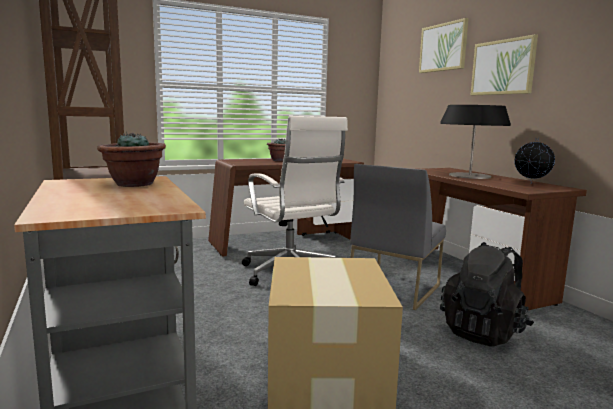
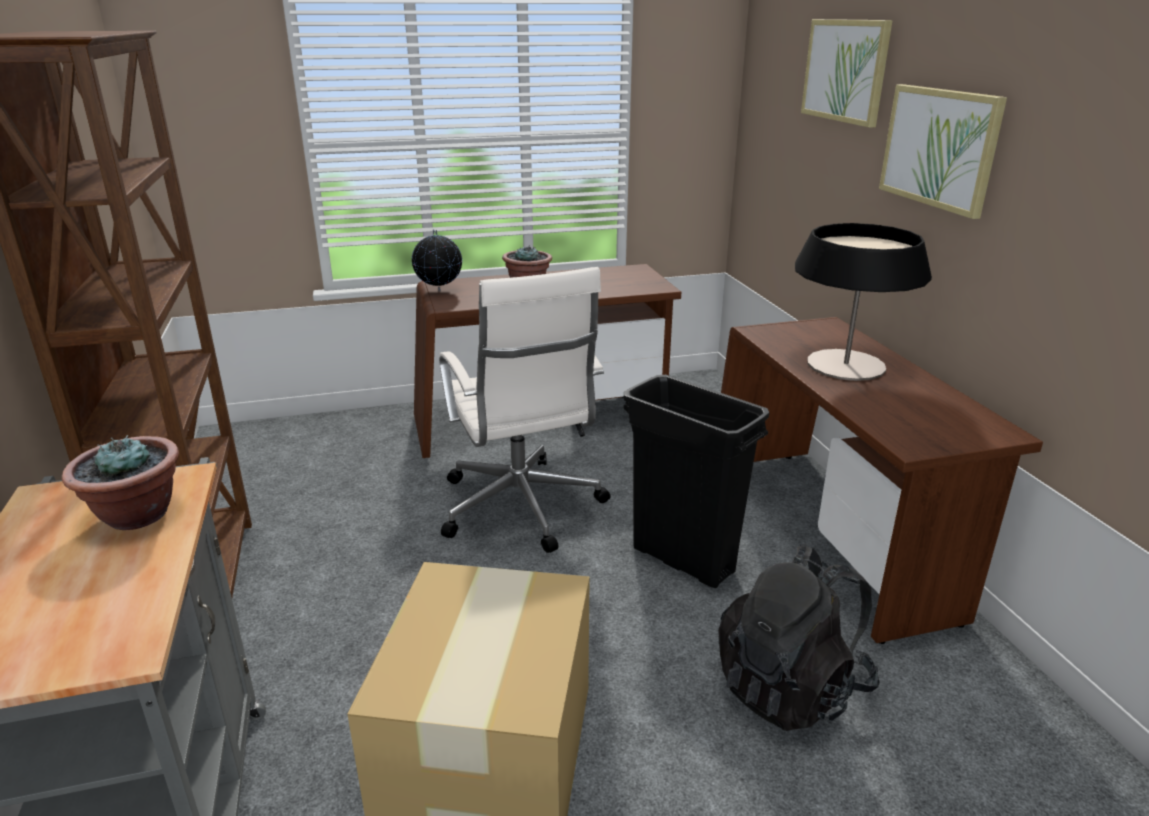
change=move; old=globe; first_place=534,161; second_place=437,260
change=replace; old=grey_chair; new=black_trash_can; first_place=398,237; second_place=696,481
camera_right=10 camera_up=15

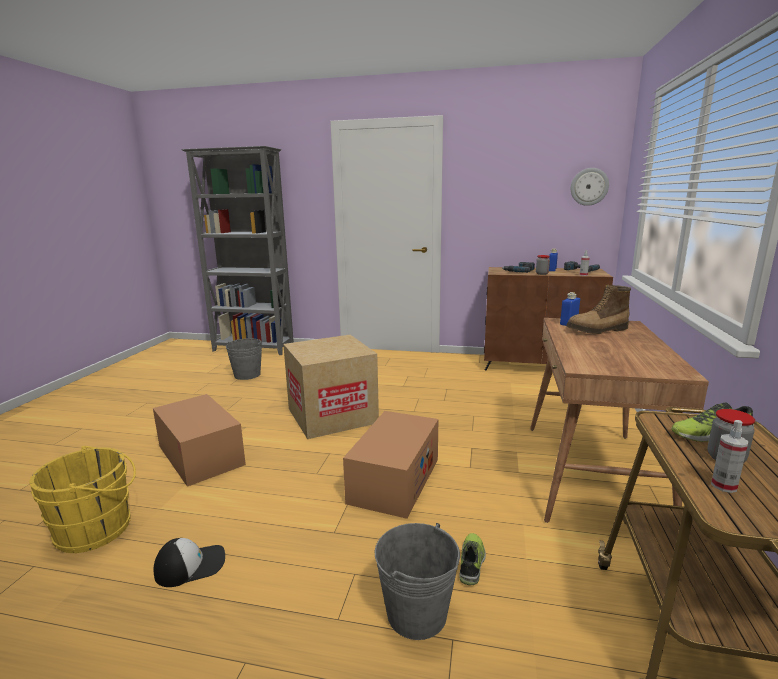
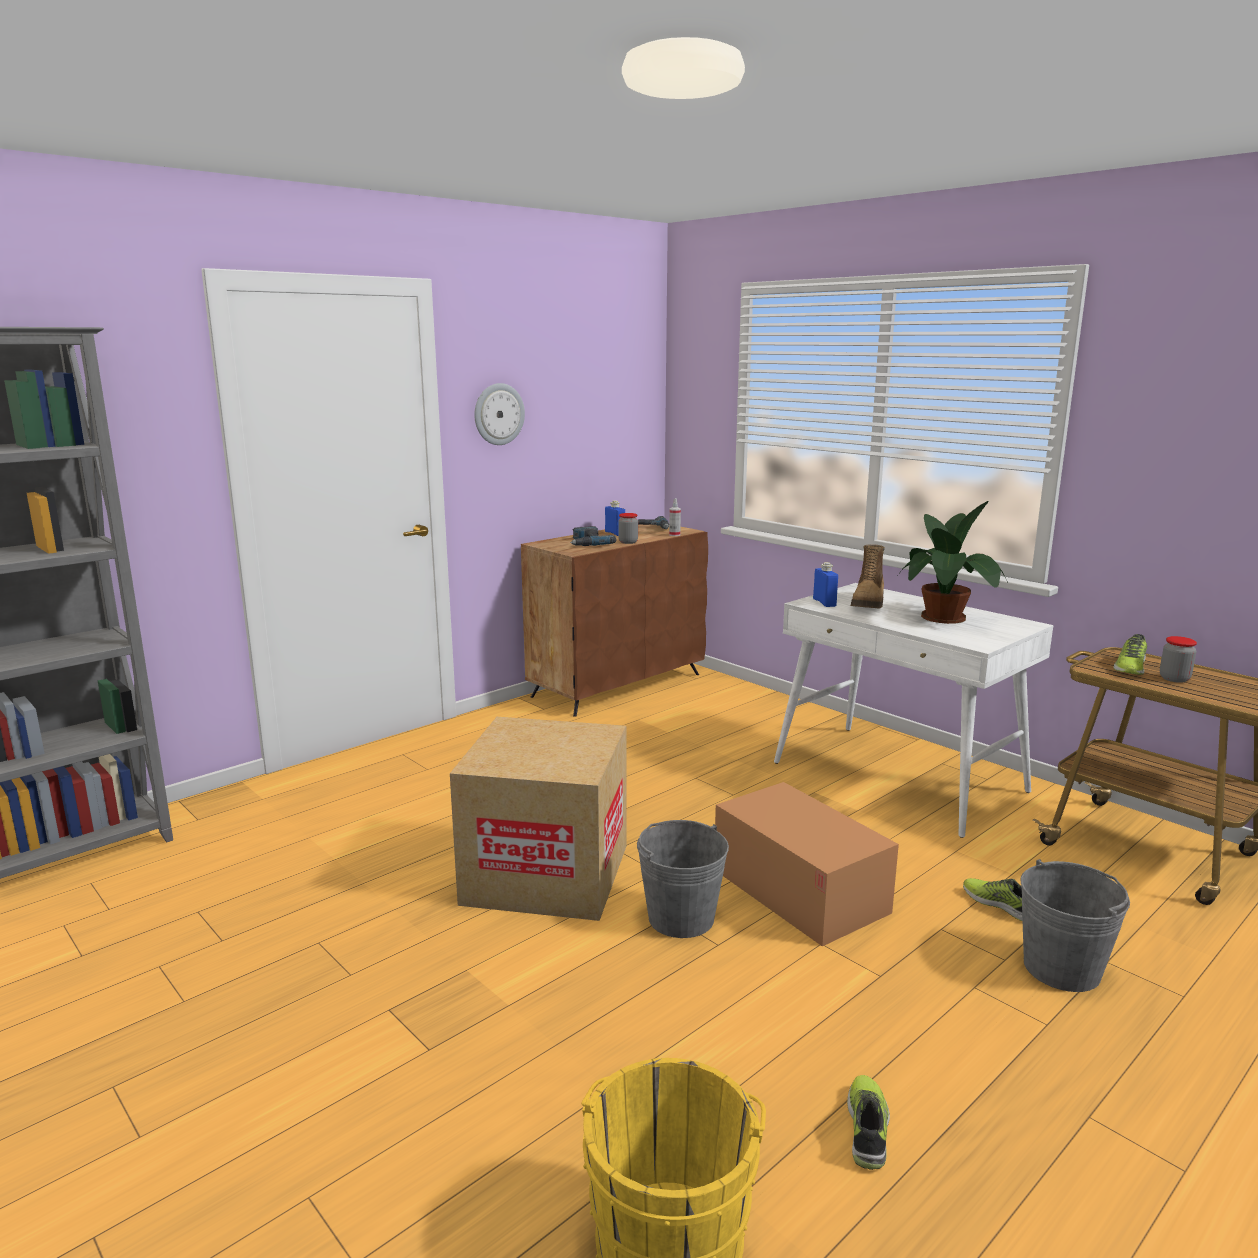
change=delete; old=cardboard_box; first_place=199,440
change=delete; old=spray_bottle; first_place=729,456
change=insert; new=potted_plant; second_place=953,562
change=move; old=grey_bucket; first_place=244,359; second_place=683,879
change=move; old=wall_clock; first_place=590,187; second_place=499,414
change=replace; old=cap; new=shoe; first_place=189,562; second_place=868,1122
change=recolor; old=brown_desk; new=white_desk; first_place=619,420; second_place=914,710
camera_right=-55 camera_up=0

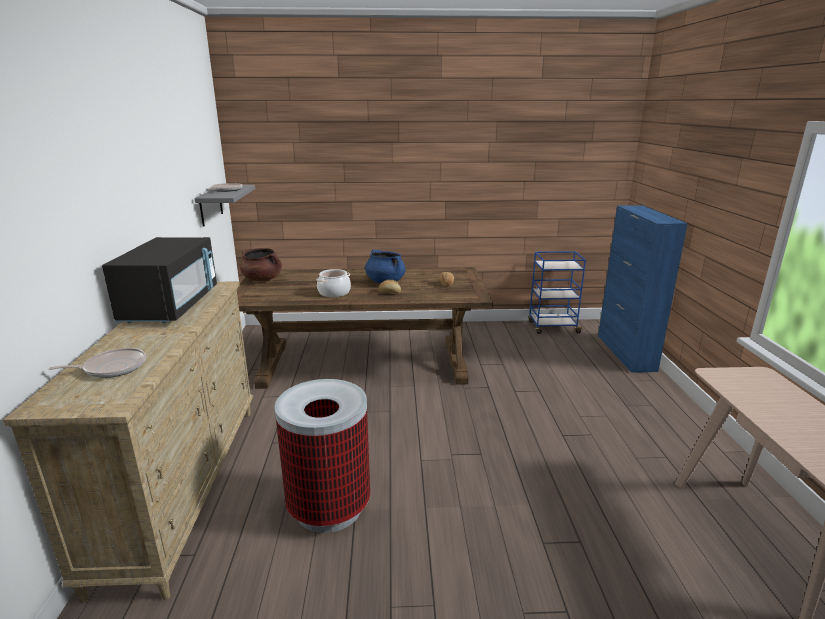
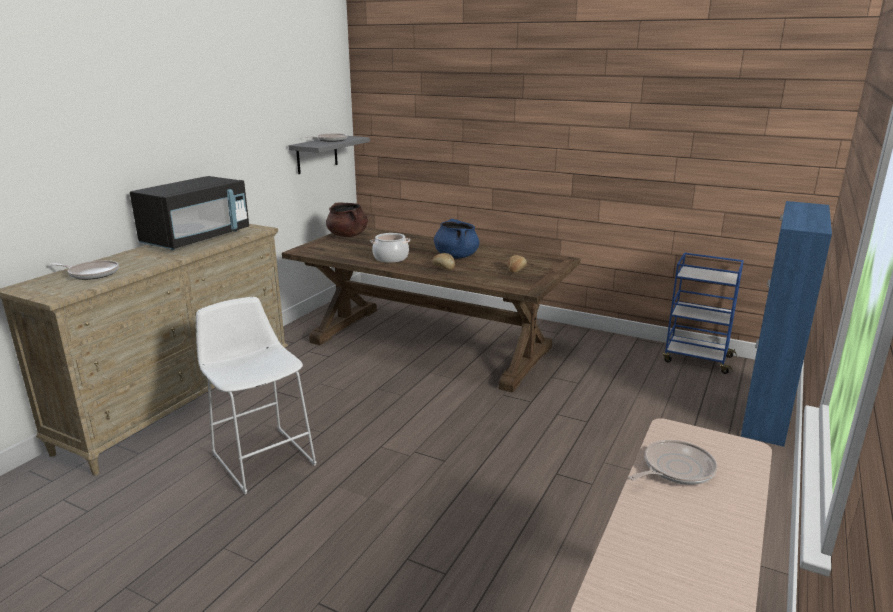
change=insert; new=frying_pan; second_place=673,462
change=replace; old=trash_can; new=white_stool; first_place=322,456; second_place=256,395
camera_right=30 camera_up=0

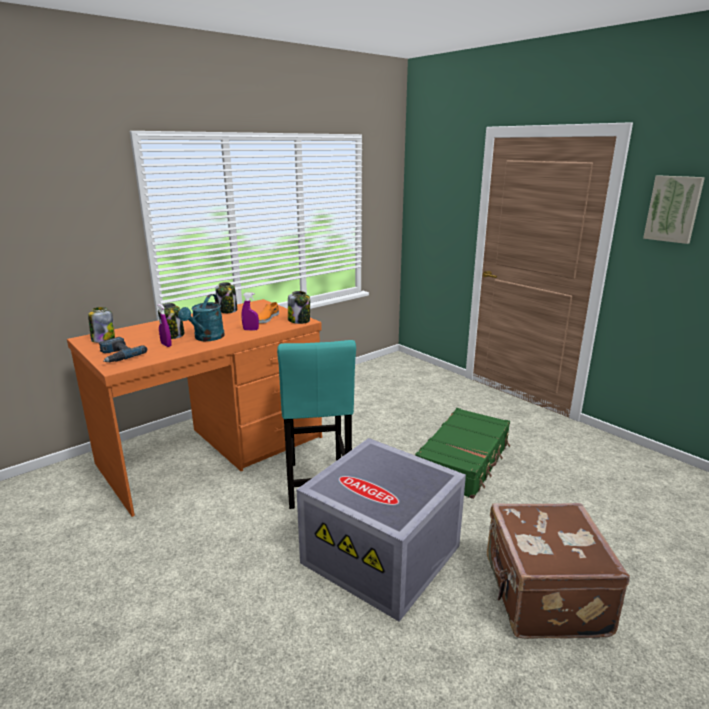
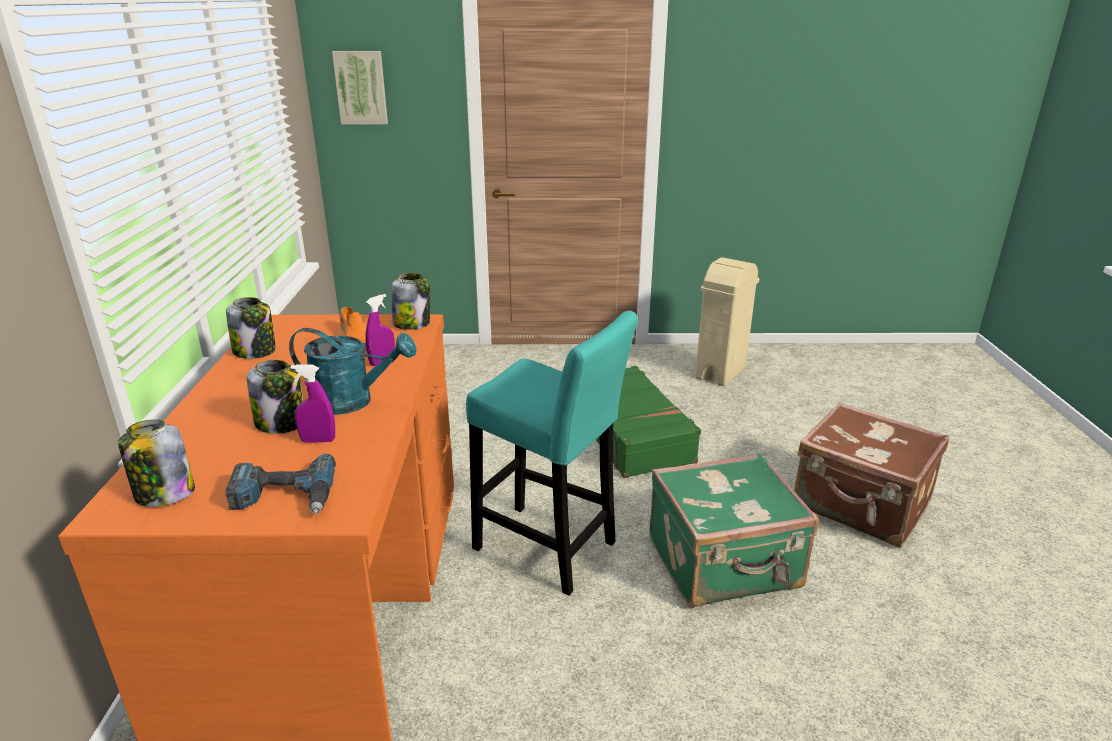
change=insert; new=beige_trash_can; second_place=727,321
change=move; old=picture; first_place=674,209; second_place=360,88
change=replace; old=grey_storage_box; new=green_suitcase; first_place=381,530; second_place=734,530
change=rotate; old=turquoise_watering_can; first_place=201,317; second_place=352,371; degrees=-45
camera_right=-50 camera_up=5

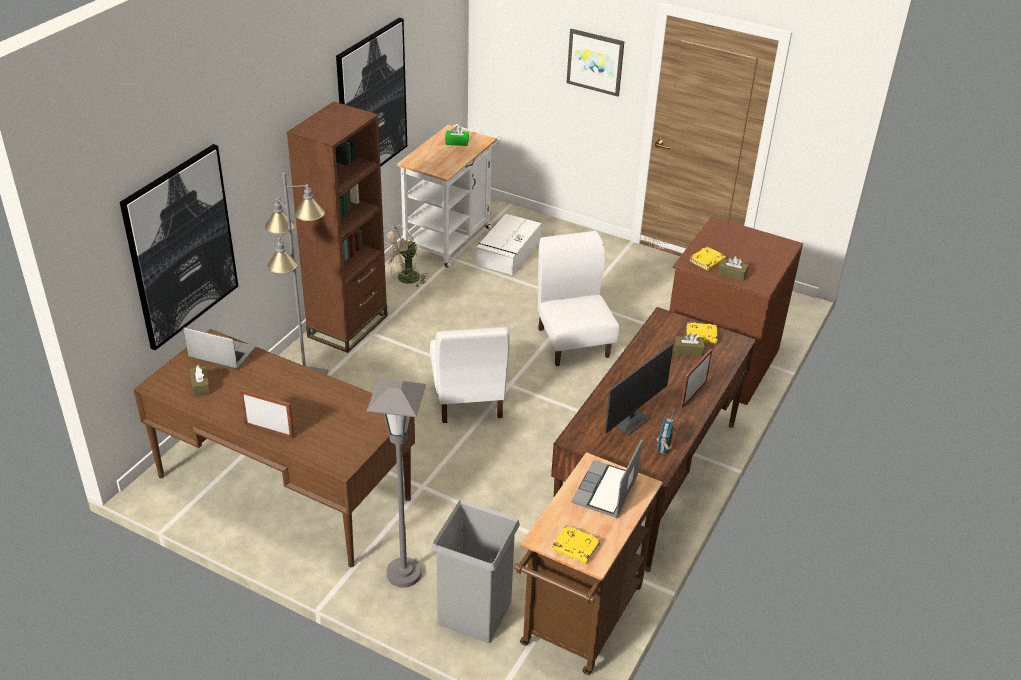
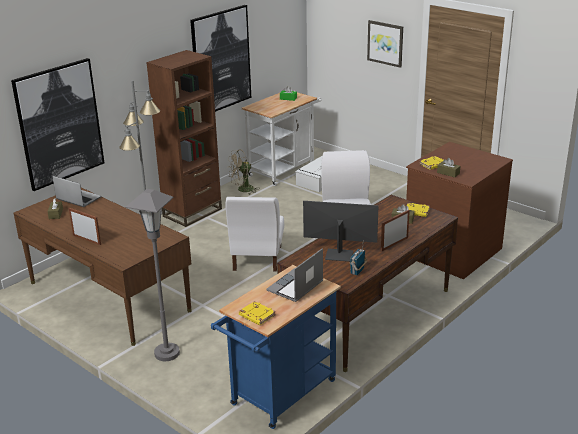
change=delete; old=grey_trash_can; first_place=475,571
change=recolor; old=brown_cart; new=blue_cart; first_place=588,563; second_place=276,347
change=rotate; old=monitor; first_place=639,389; second_place=341,231; degrees=-135
camera_right=15 camera_up=-10

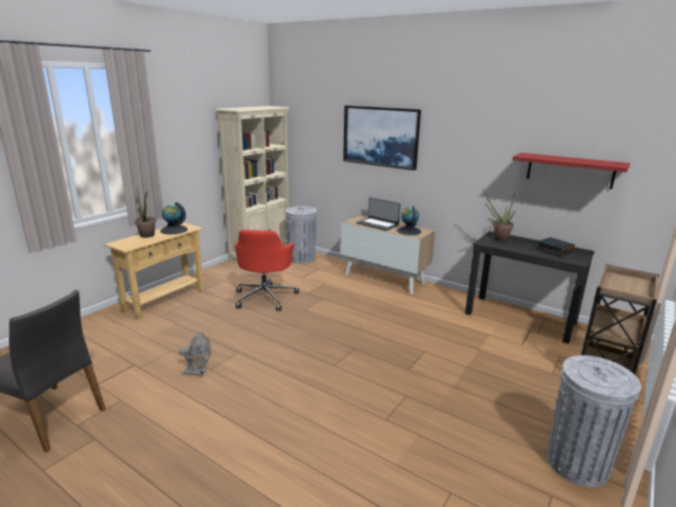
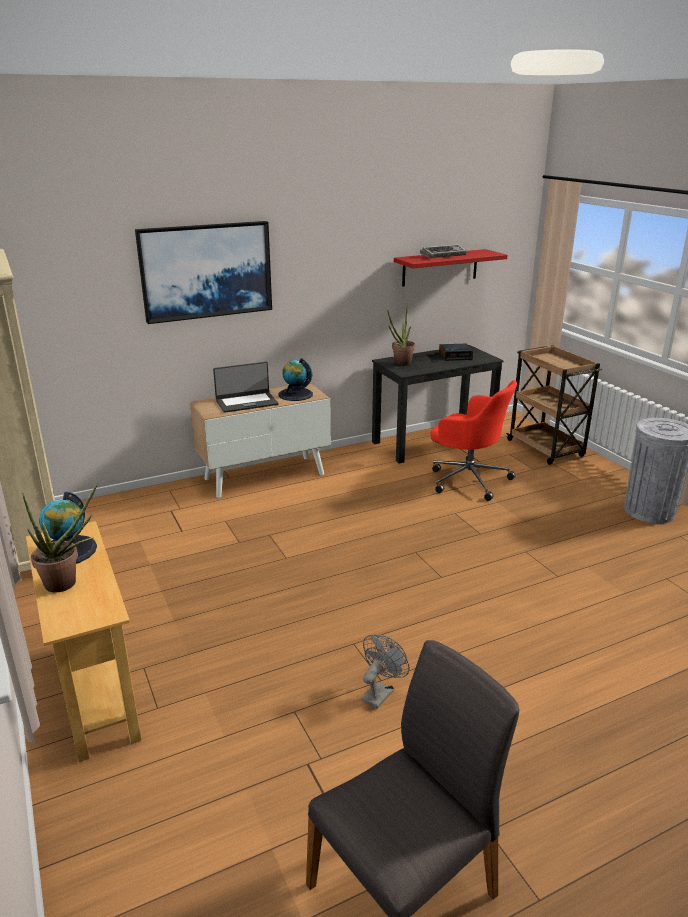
change=delete; old=grey_trash_can; first_place=301,235
change=insert; new=keyboard; second_place=443,251
change=move; old=red_office_chair; first_place=267,270; second_place=473,440
camera_right=-60 camera_up=5

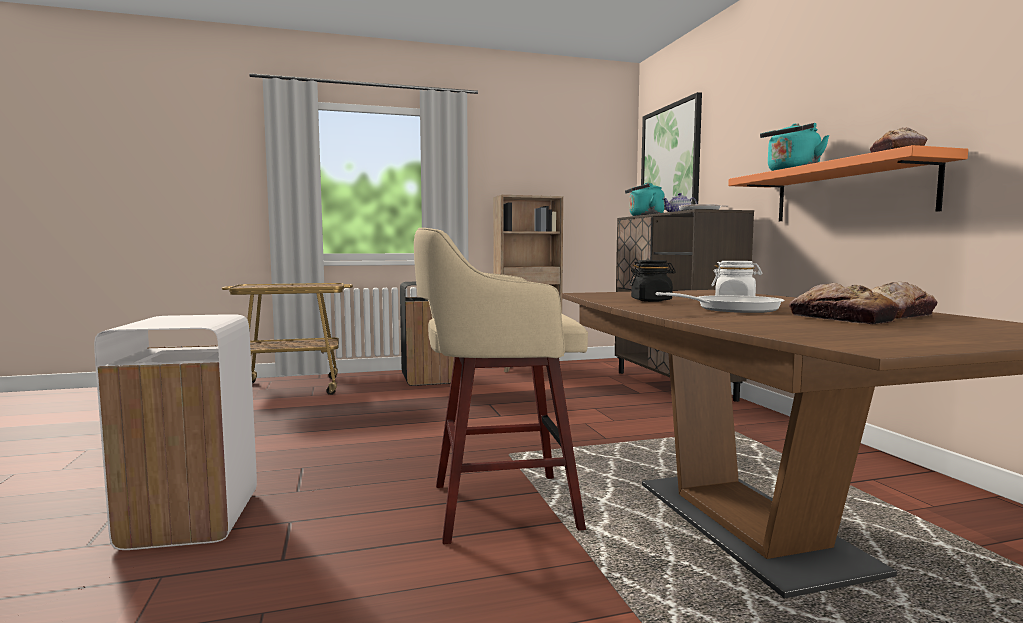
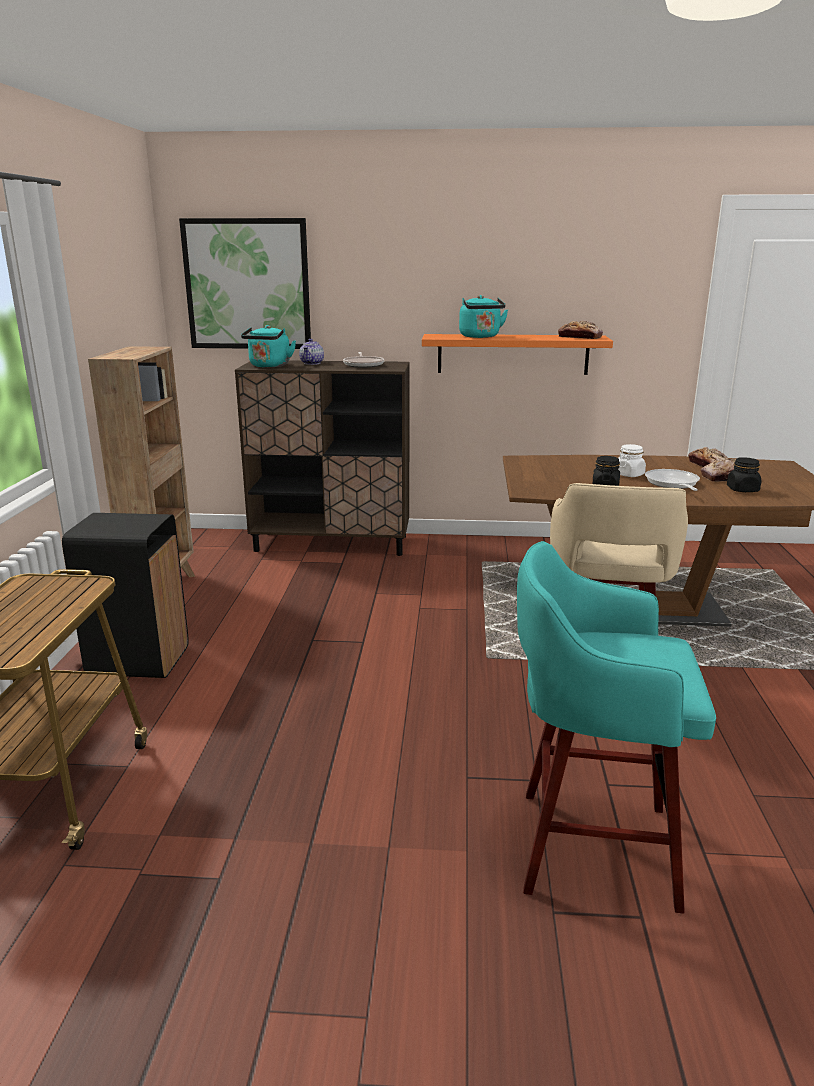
change=insert; new=black_jar; second_place=744,474
change=replace; old=white_trash_can; new=turquoise_stool; first_place=175,432; second_place=616,727
camera_right=-70 camera_up=15

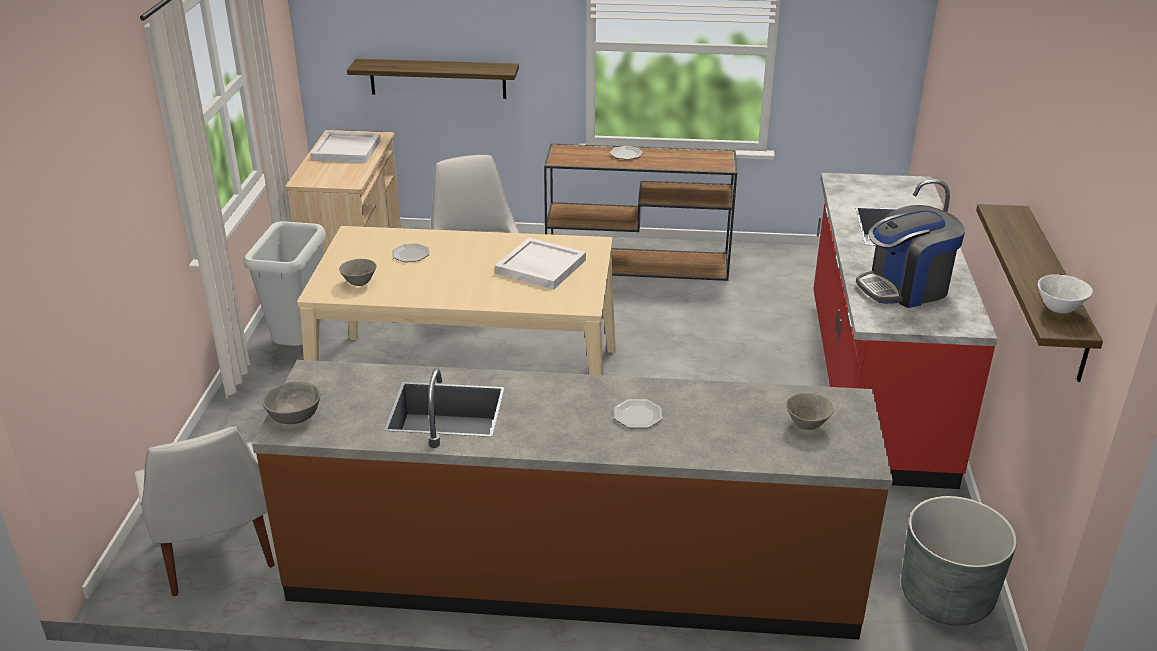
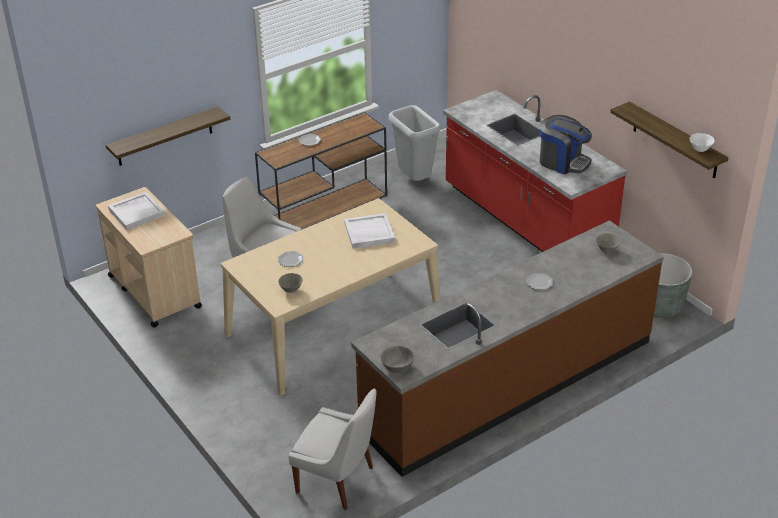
change=move; old=grey_trash_can; first_place=284,283; second_place=415,143
change=rotate; old=coffee_machine; first_place=910,256; second_place=566,144; degrees=-90
camera_right=-40 camera_up=5

